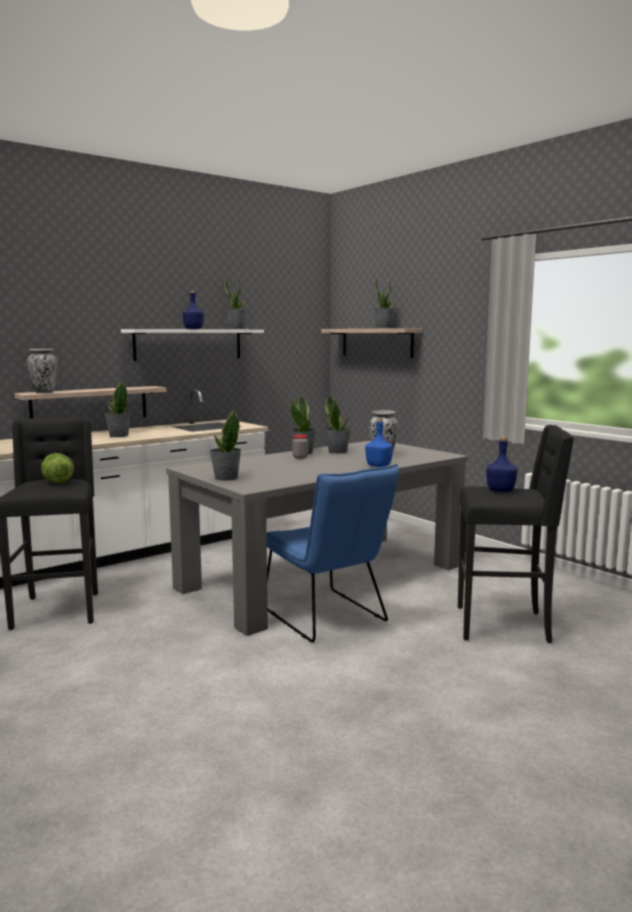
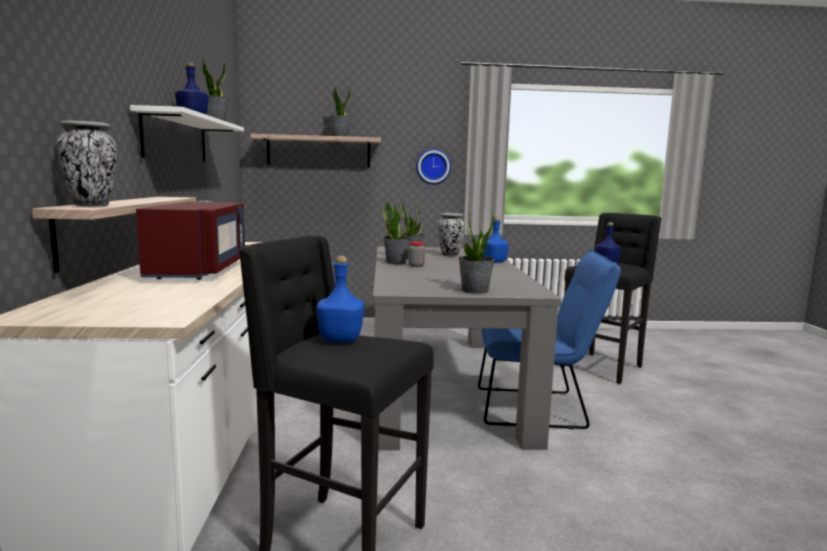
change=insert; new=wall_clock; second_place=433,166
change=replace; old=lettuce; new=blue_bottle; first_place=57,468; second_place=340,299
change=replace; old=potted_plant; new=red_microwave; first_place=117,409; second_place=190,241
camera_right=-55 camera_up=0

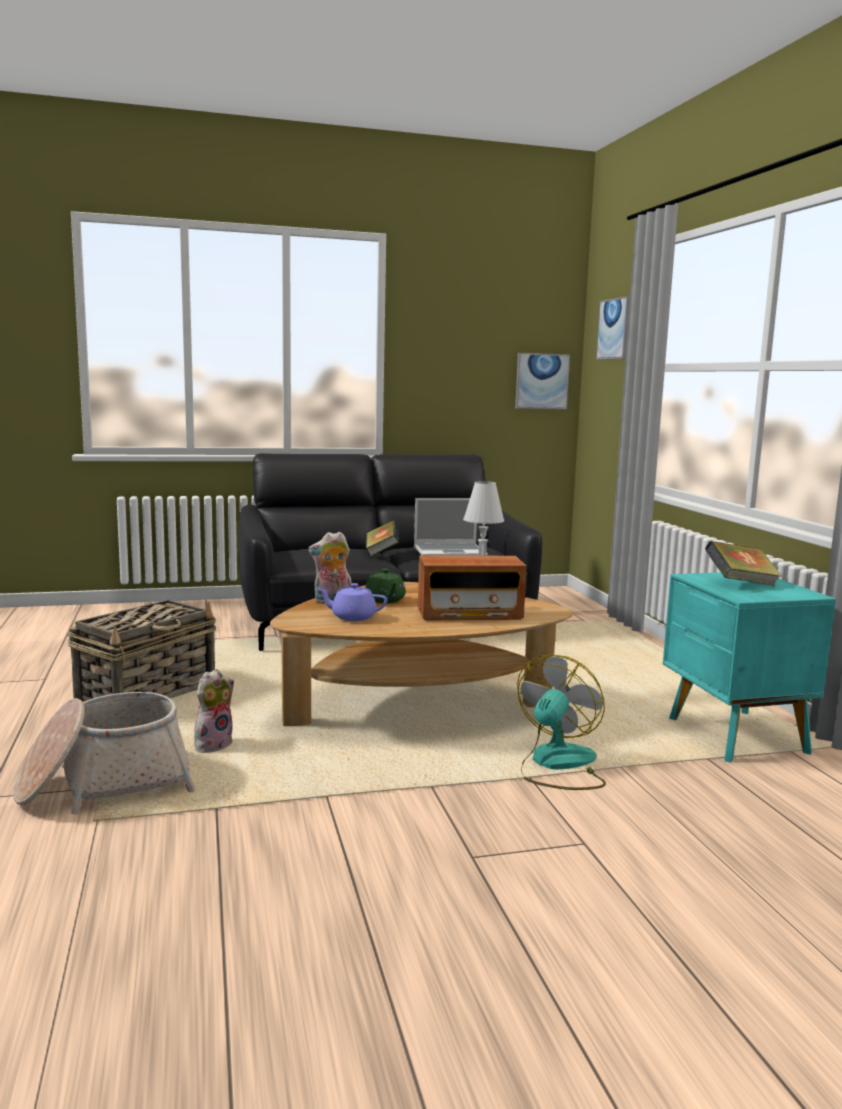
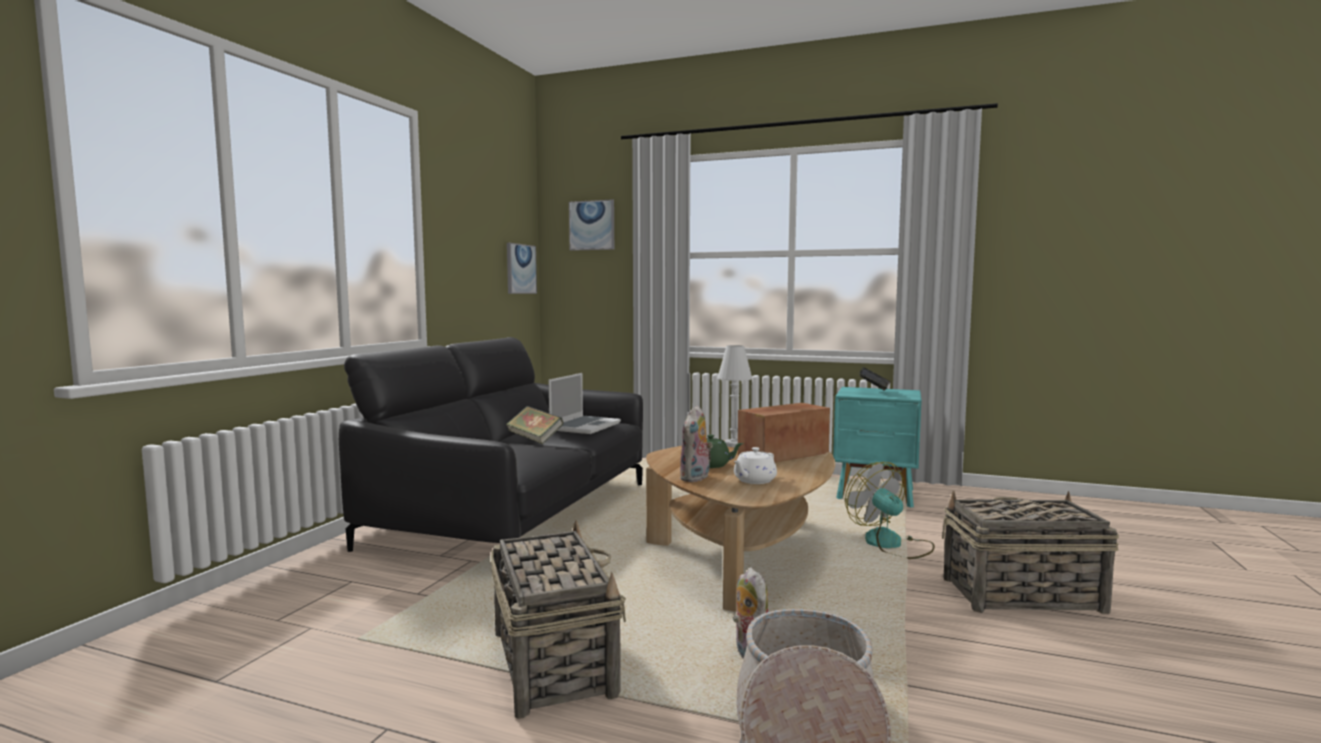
change=insert; new=basket; second_place=1030,552
change=recolor; old=purple_teapot; new=white_teapot; first_place=352,602; second_place=755,465
change=rotate; old=radio; first_place=472,587; second_place=784,433; degrees=-150
camera_right=-55 camera_up=-5

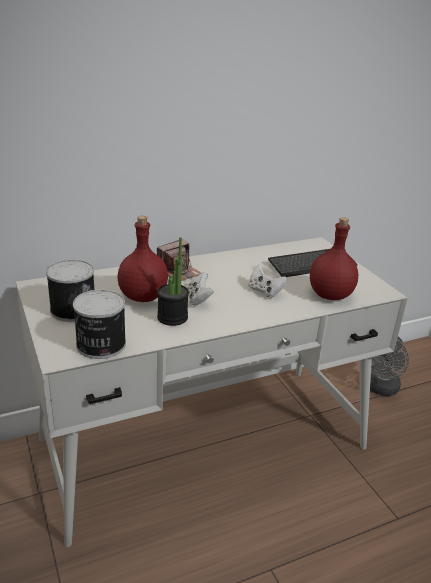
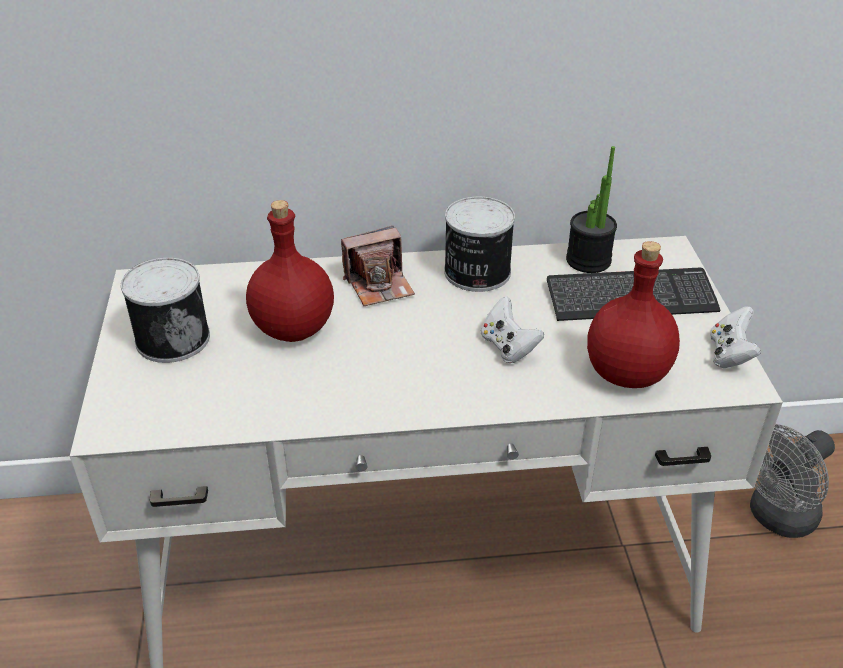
change=move; old=can; first_place=99,324; second_place=479,244
change=move; old=potted_plant; first_place=173,281; second_place=591,209
change=move; old=white_game_controller; first_place=200,289; second_place=735,337
camera_right=20 camera_up=10

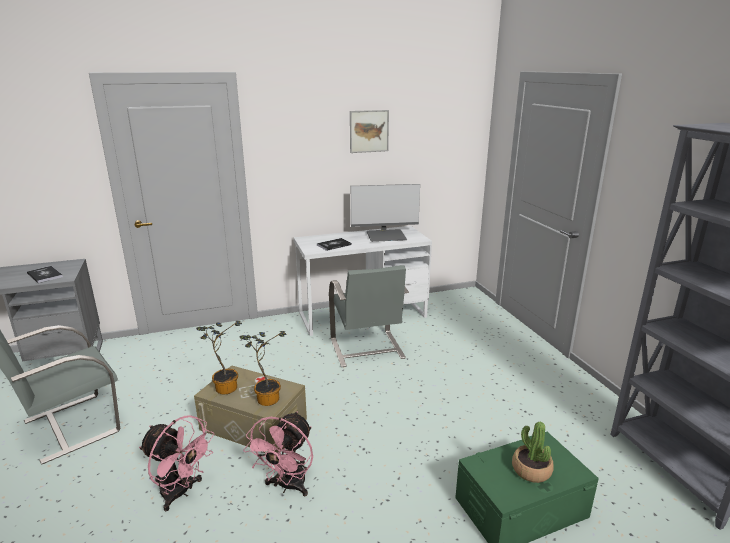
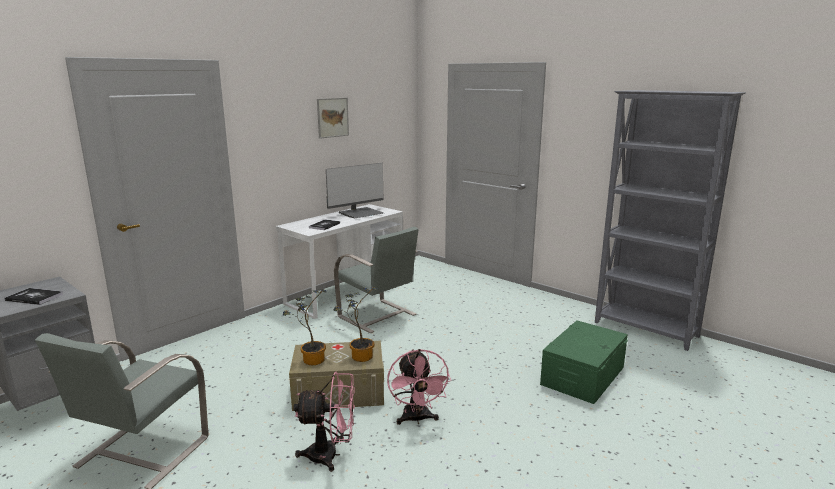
change=delete; old=potted_plant; first_place=533,452
camera_right=-30 camera_up=-5

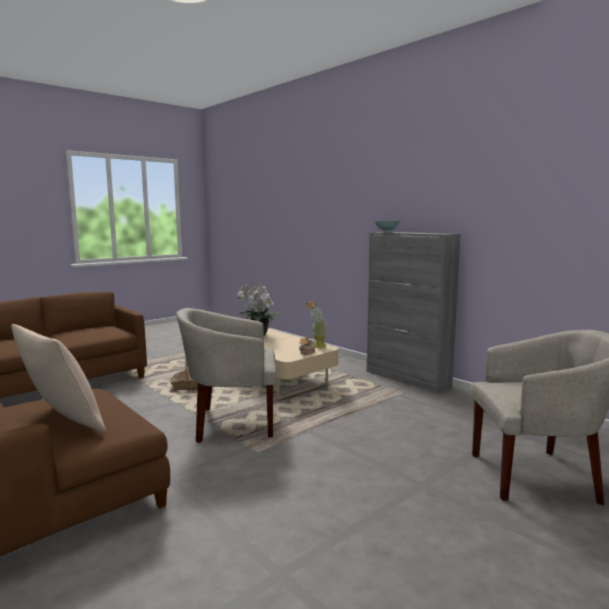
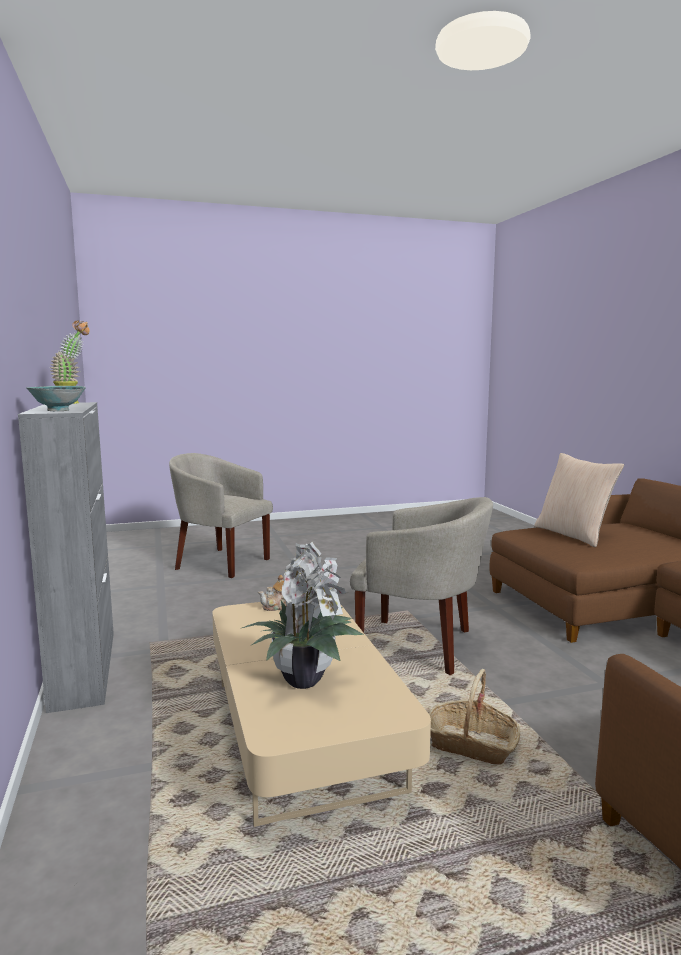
change=move; old=potted_plant; first_place=316,324; second_place=70,362
camera_right=-155 camera_up=0

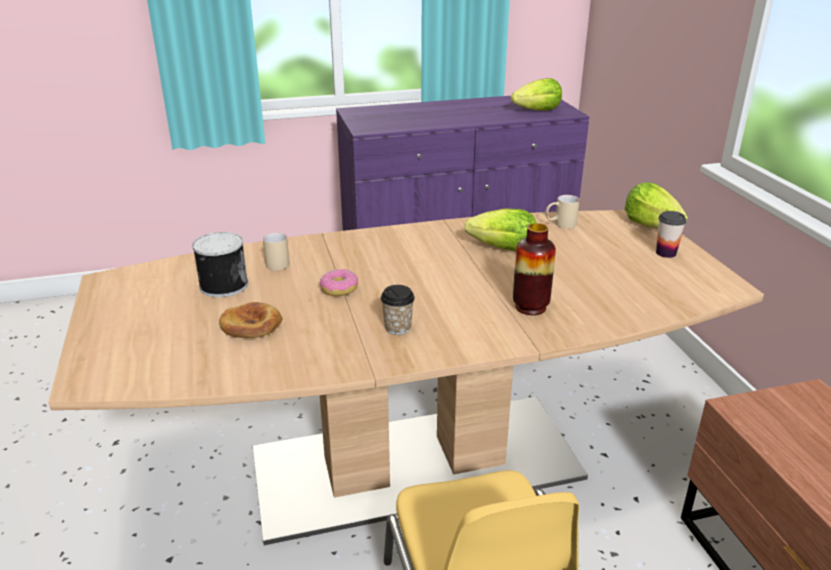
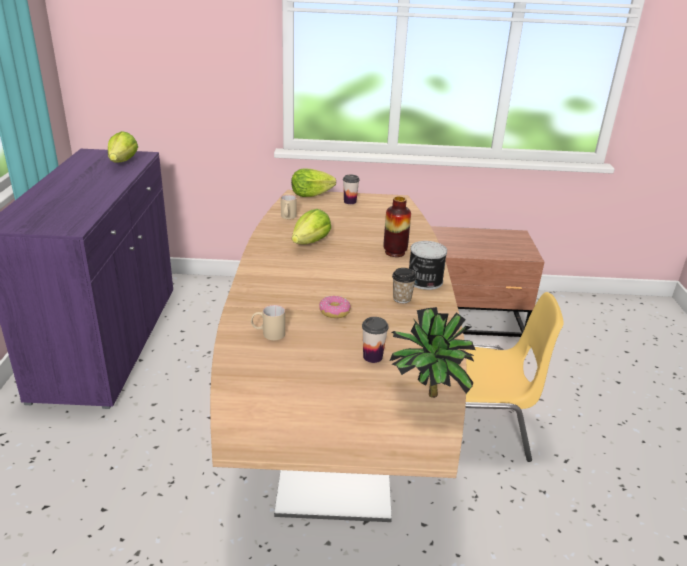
change=insert; new=potted_plant; second_place=432,352
change=move; old=can; first_place=220,264; second_place=428,265
change=replace; old=bread; new=cup; first_place=250,320; second_place=375,340
camera_right=-75 camera_up=0

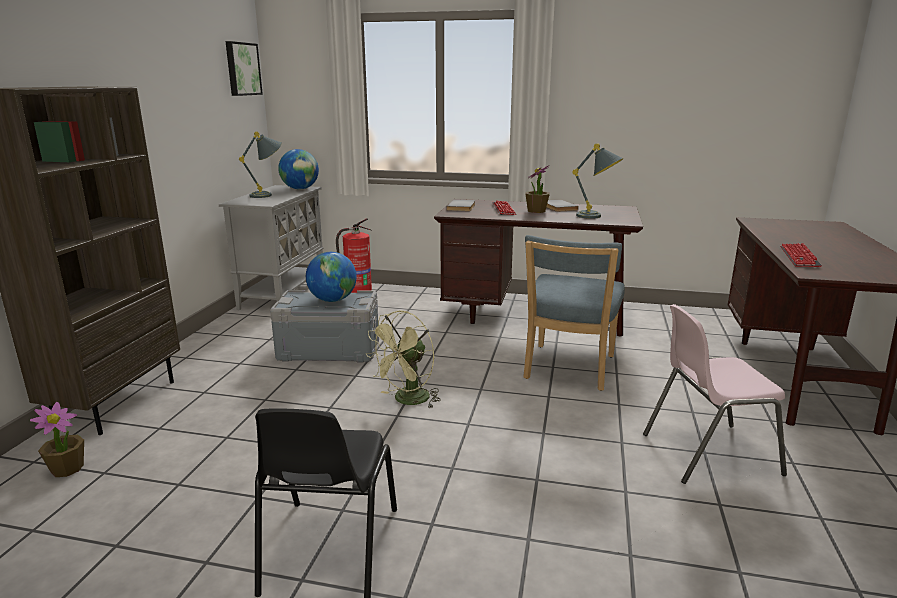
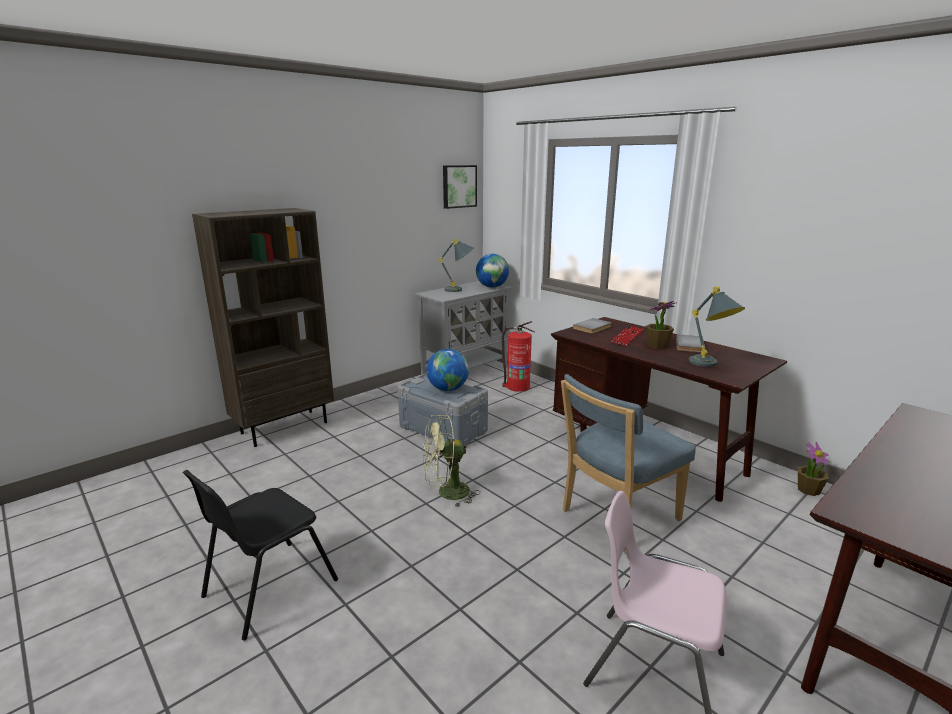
change=delete; old=keyboard; first_place=801,255
change=move; old=potted_plant; first_place=57,439; second_place=813,469
camera_right=35 camera_up=0

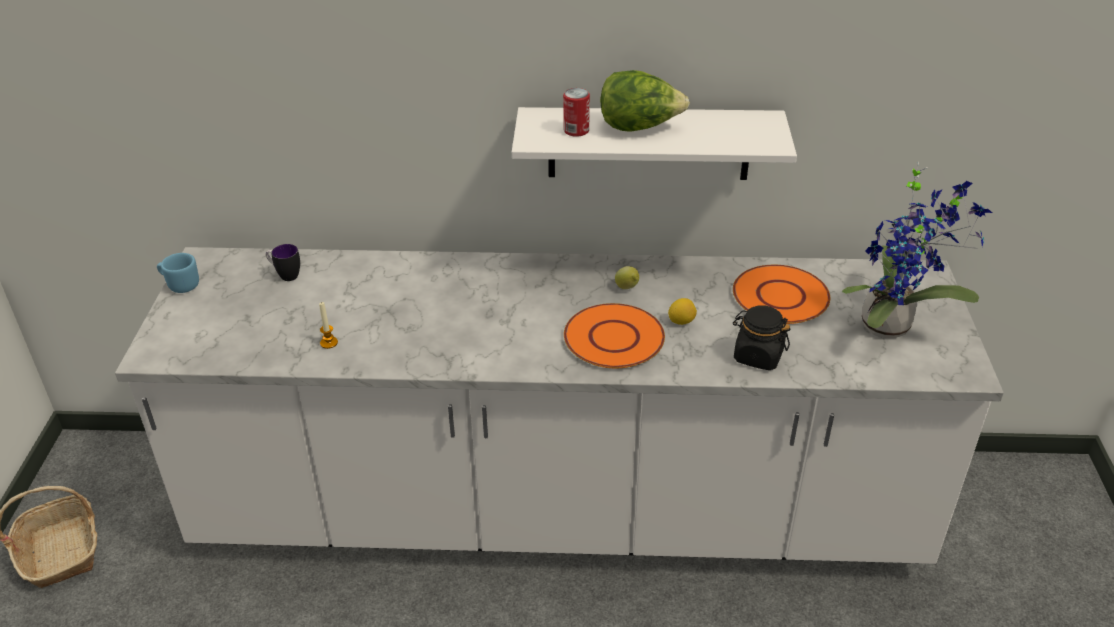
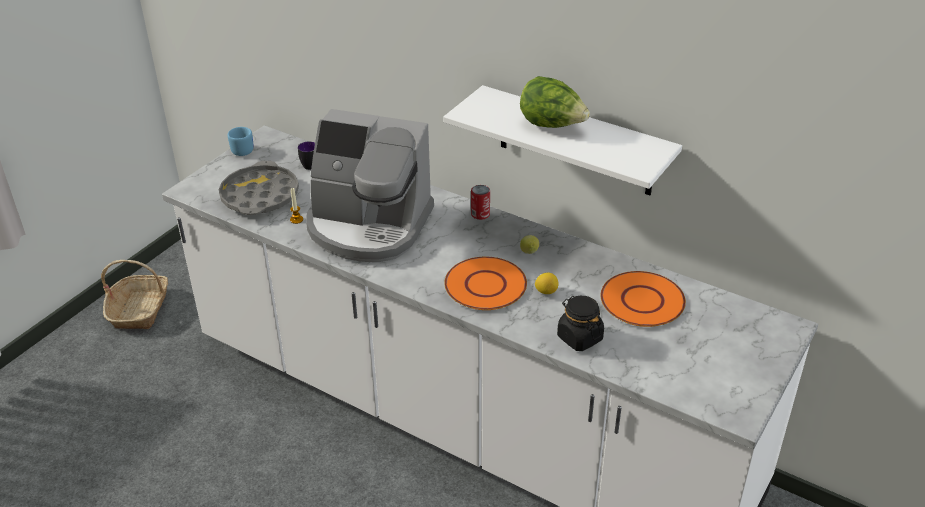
change=delete; old=potted_plant; first_place=917,250
change=insert; new=grey_tray; second_place=259,188
change=insert; new=coffee_machine; second_place=370,185
change=move; old=can; first_place=576,112; second_place=480,202
camera_right=30 camera_up=0

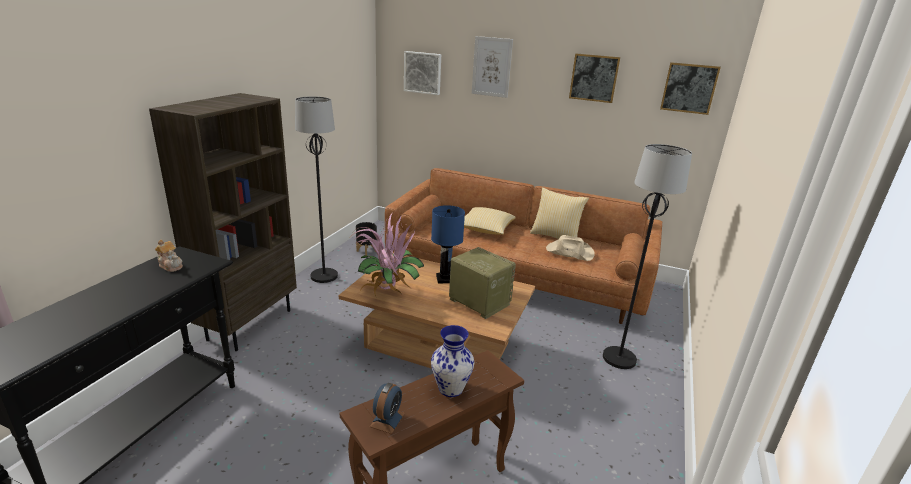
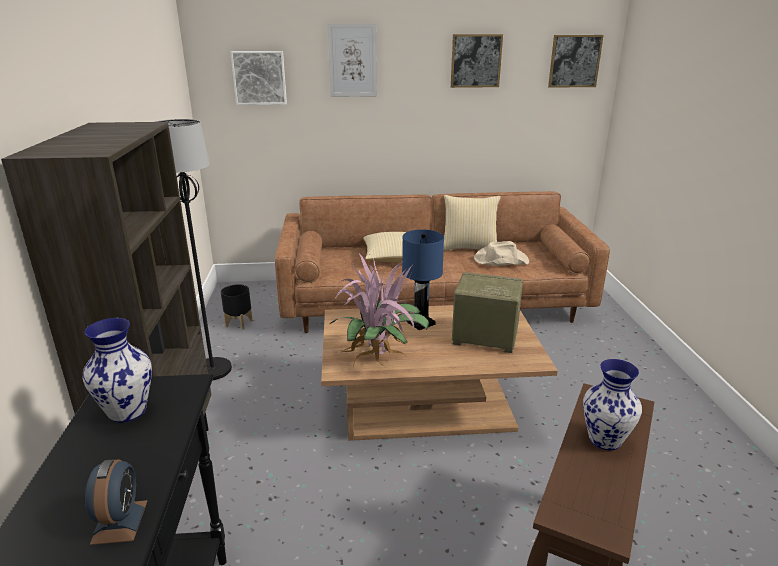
change=delete; old=black_floor_lamp; first_place=647,256
change=move; old=alarm_clock; first_place=387,408; second_place=116,502
change=replace; old=teapot; new=vase; first_place=169,256; second_place=117,370
camera_right=-25 camera_up=0

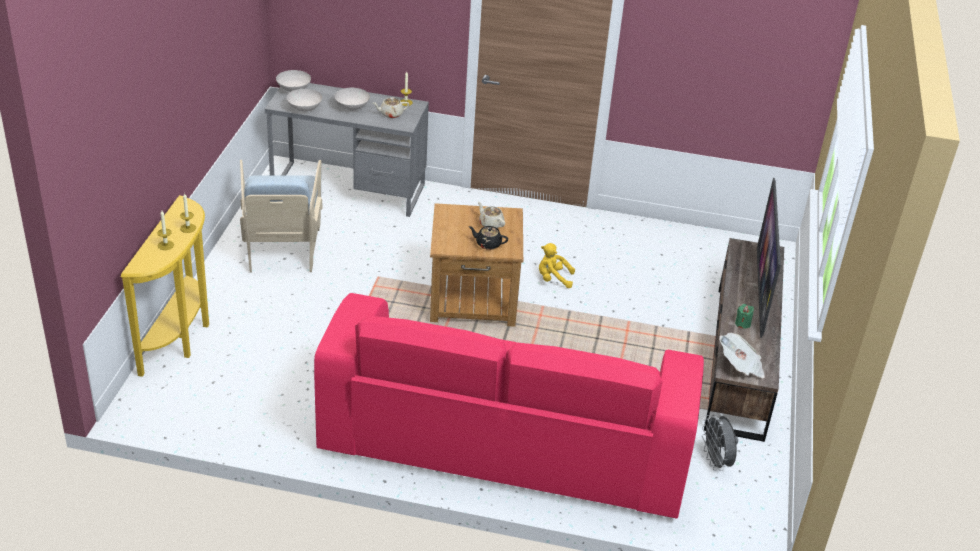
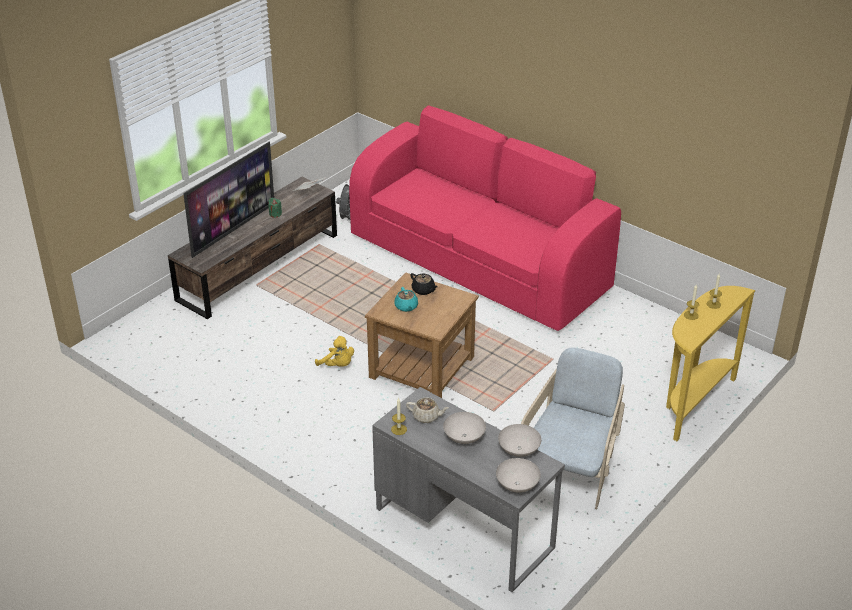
change=recolor; old=beige_teapot; new=turquoise_teapot; first_place=491,215; second_place=406,299
camera_right=-150 camera_up=0

